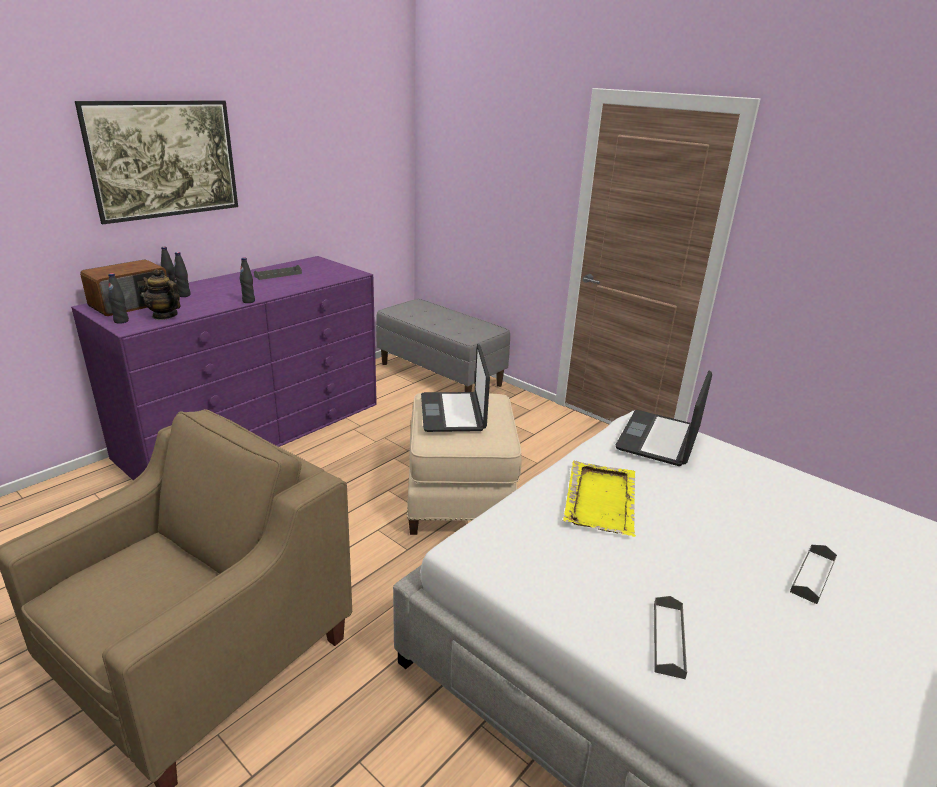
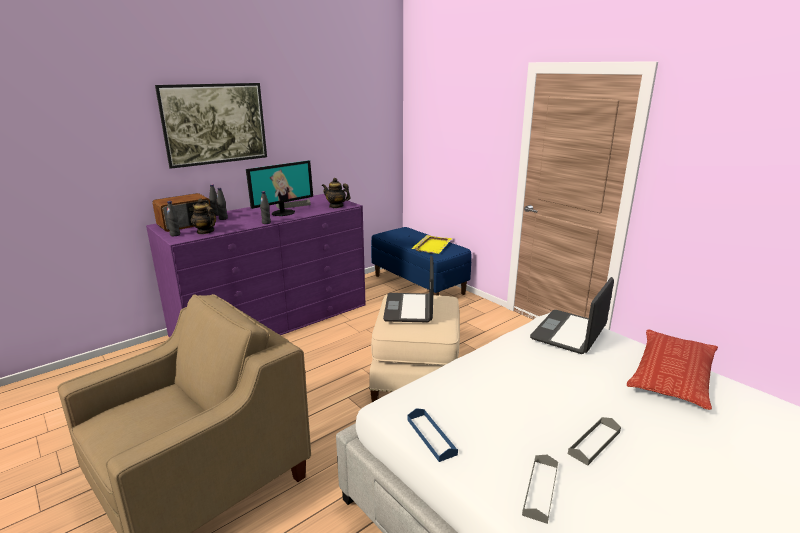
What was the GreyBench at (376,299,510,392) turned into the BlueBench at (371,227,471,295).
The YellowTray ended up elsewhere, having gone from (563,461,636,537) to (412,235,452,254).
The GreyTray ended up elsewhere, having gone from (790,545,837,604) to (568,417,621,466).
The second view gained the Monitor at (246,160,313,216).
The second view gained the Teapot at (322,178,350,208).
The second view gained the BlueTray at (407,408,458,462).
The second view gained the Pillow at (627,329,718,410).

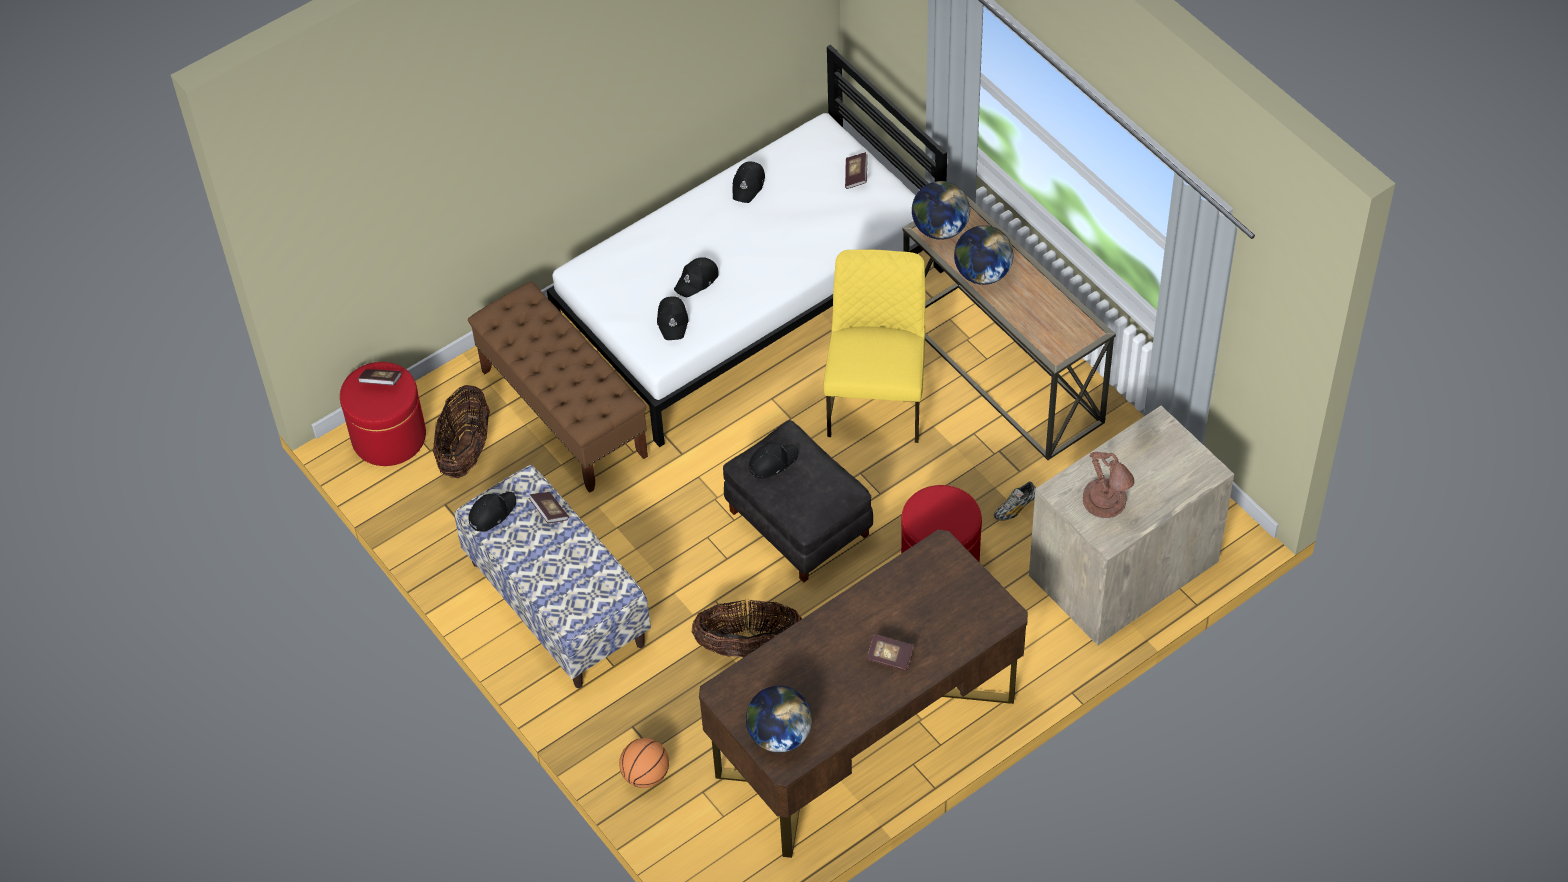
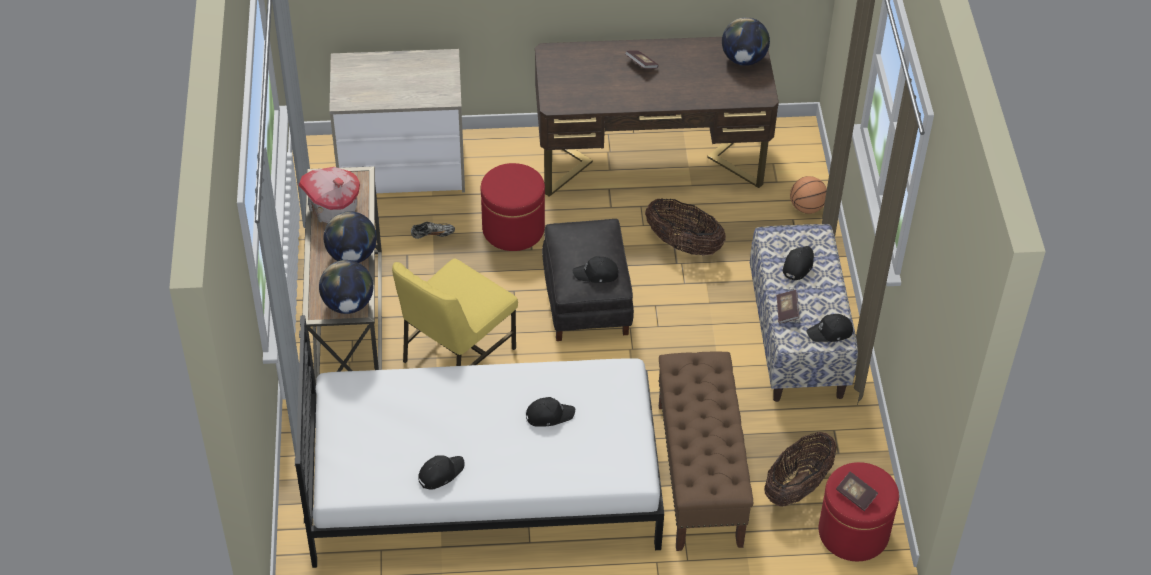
The BlackCap ended up elsewhere, having gone from (657,296,688,340) to (783,246,814,281).
The second view lost the Book at (845,152,868,189).
The second view lost the BrownTableLamp at (1083,452,1134,518).
The second view gained the ToyHouse at (298,167,360,224).

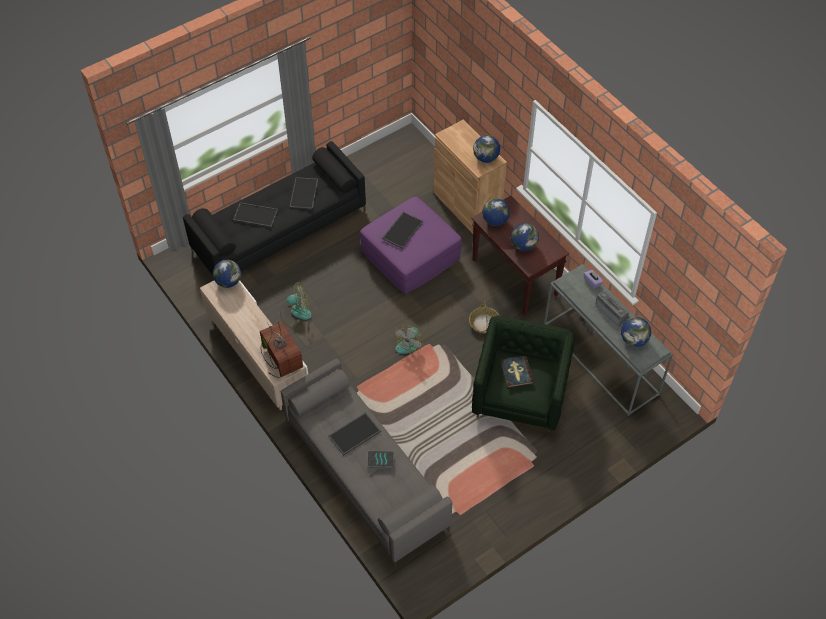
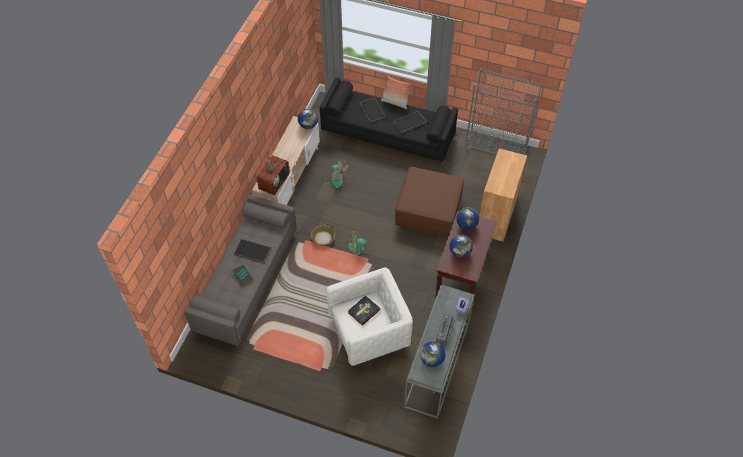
What was the PurpleOttoman at (360,196,462,294) turned into the BrownOttoman at (395,167,464,237).
The second view lost the Tray at (382,212,423,248).
The Basket ended up elsewhere, having gone from (469,301,500,333) to (311,223,335,246).
What was the GreenArmchair at (472,316,575,433) turned into the WhiteArmchair at (326,267,413,367).
The second view lost the Globe at (473,135,500,163).
The second view gained the Pillow at (381,75,412,109).
The second view gained the GreyBookcase at (465,69,542,155).

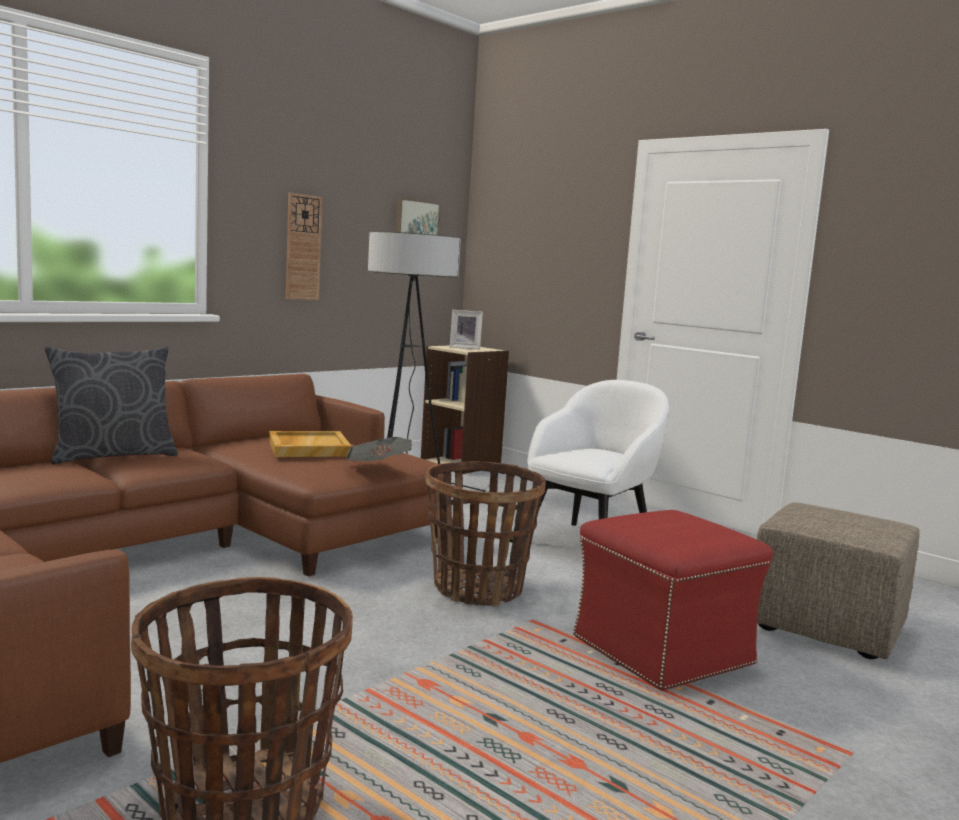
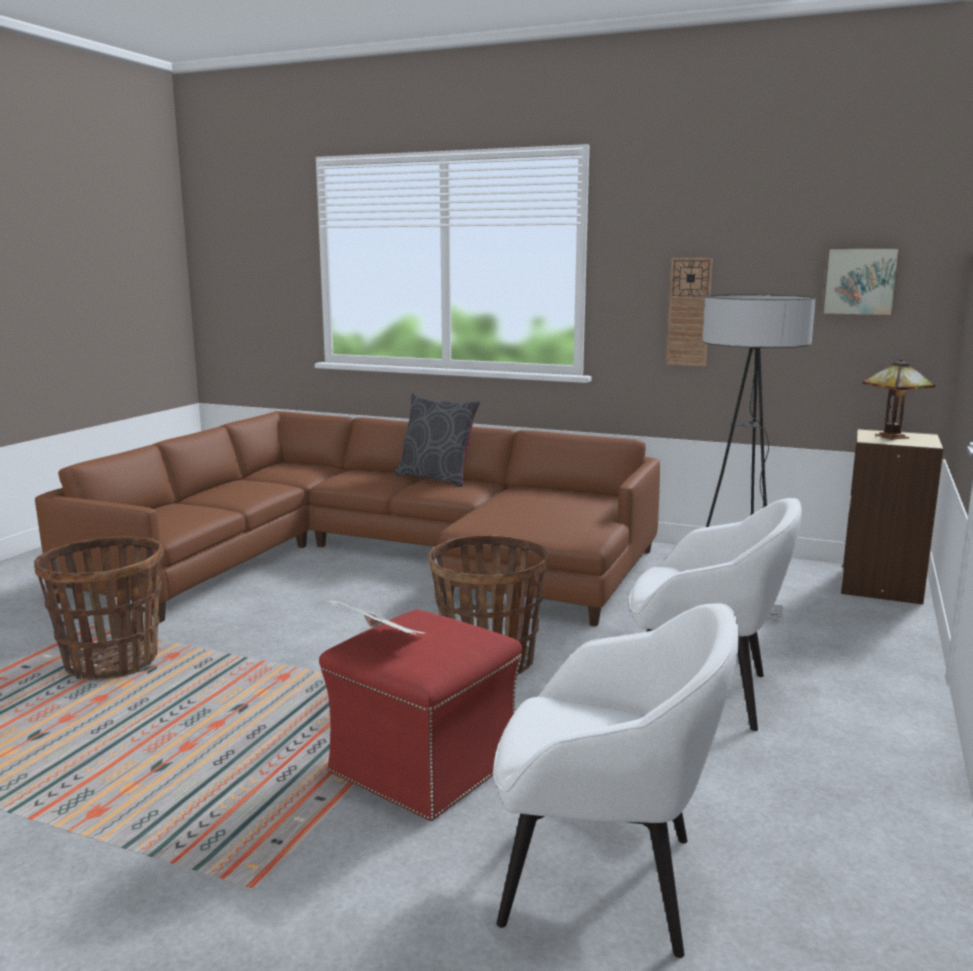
The second view lost the BeigeTray at (269,431,351,457).
The Newspaper ended up elsewhere, having gone from (346,437,412,461) to (326,601,425,635).
Where the PictureFrame stood at (450,310,483,350), the TableLamp came to stand at (863,359,936,440).
Where the BeigeOttoman stood at (757,502,920,659), the WhiteArmchair came to stand at (493,603,739,958).

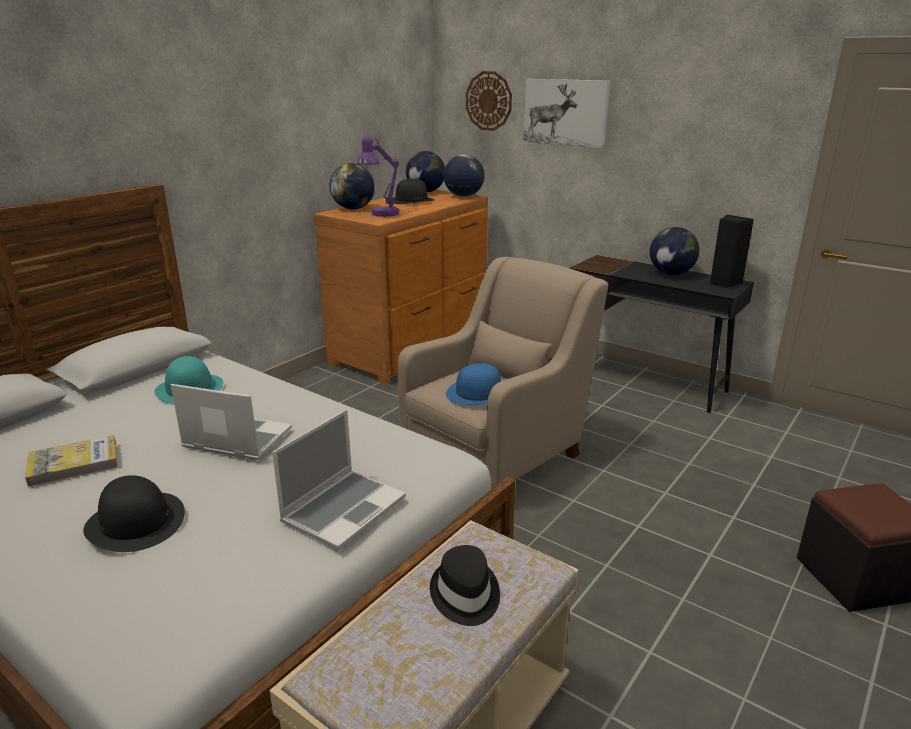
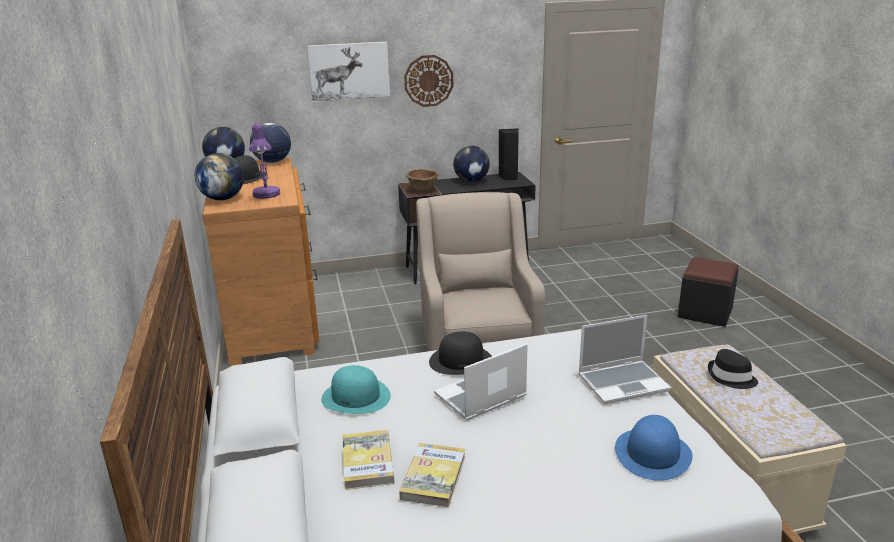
The BlackHat ended up elsewhere, having gone from (83,475,185,552) to (429,332,492,375).
The Laptop at (272,409,406,550) ended up facing another way, 90 degrees clockwise from before.
The BlueHat ended up elsewhere, having gone from (446,363,501,406) to (615,415,693,481).
The WallClock ended up elsewhere, having gone from (466,71,512,131) to (404,55,454,107).
The second view gained the Book at (343,430,395,490).
The second view gained the BrownBowl at (406,169,439,193).

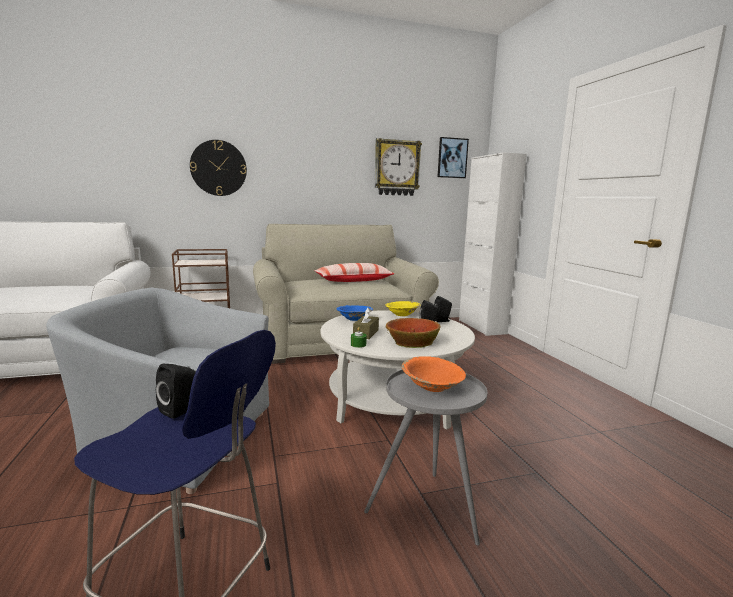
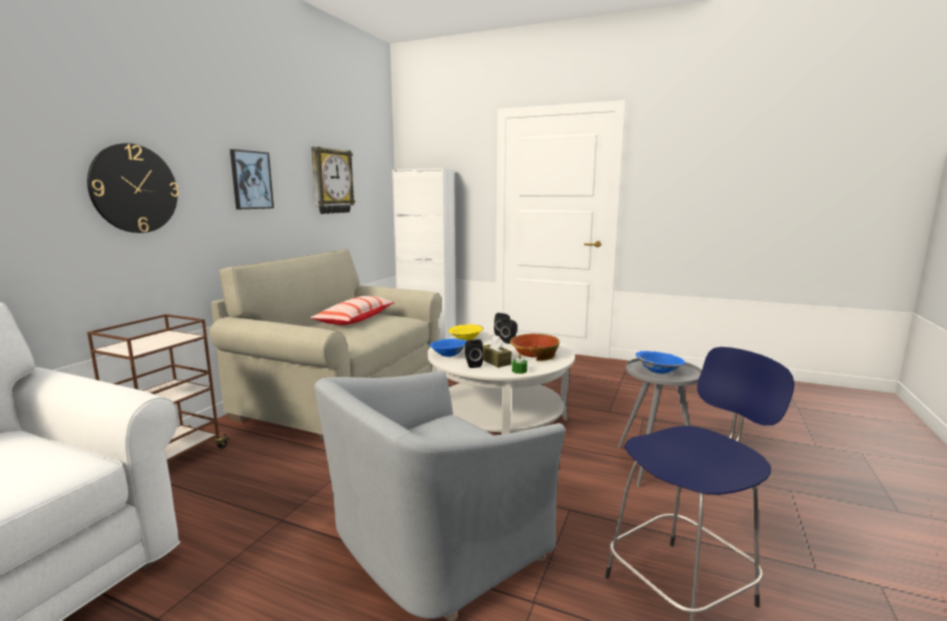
The BlackSpeaker ended up elsewhere, having gone from (156,364,196,419) to (465,339,483,368).
What was the OrangeBowl at (402,356,466,392) turned into the BlueBowl at (635,351,685,374).
The Picture ended up elsewhere, having gone from (438,137,469,178) to (230,149,274,209).

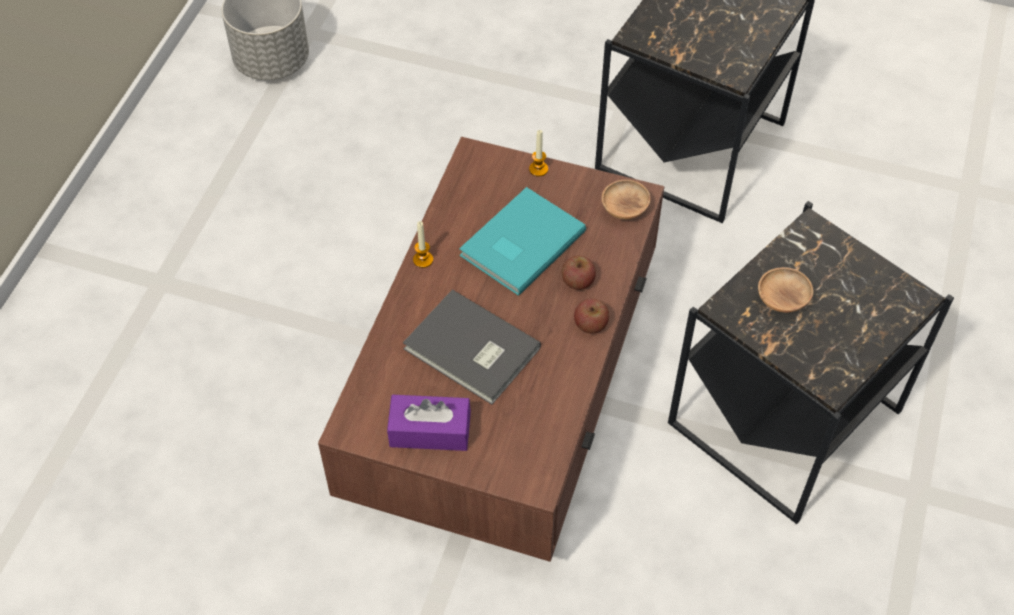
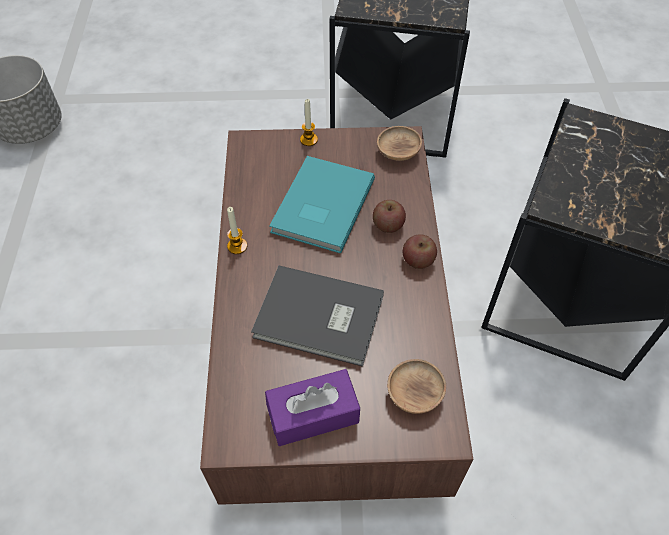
The BrownBowl ended up elsewhere, having gone from (758,267,813,313) to (387,359,446,414).

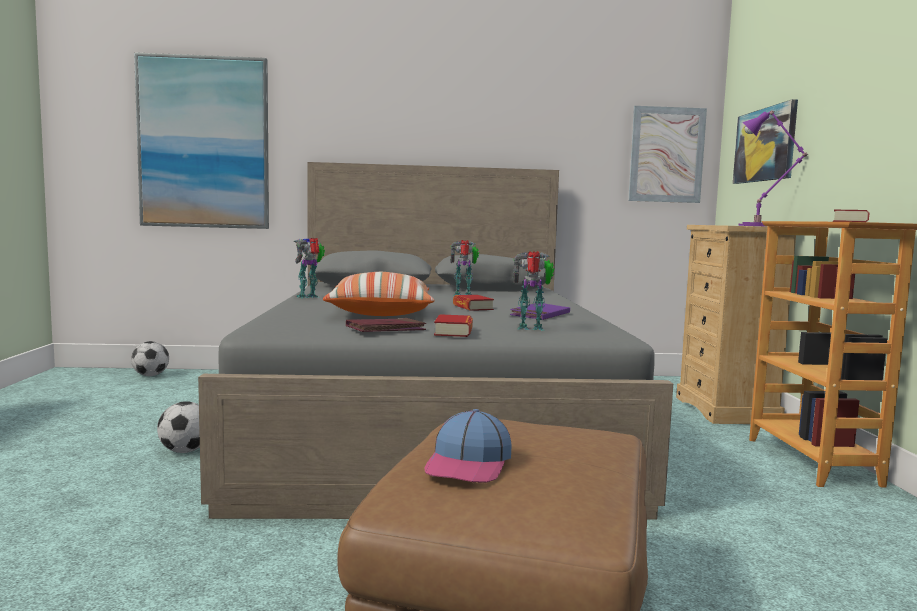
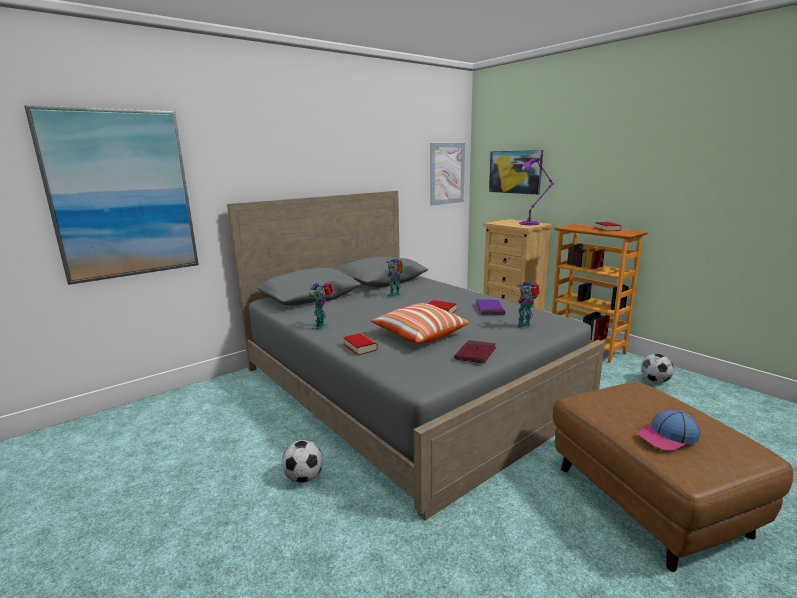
The Football ended up elsewhere, having gone from (131,341,169,376) to (641,354,674,383).
The Cap at (424,409,512,483) ended up facing another way, 90 degrees clockwise from before.
The Book ended up elsewhere, having gone from (434,314,473,337) to (343,333,378,355).

